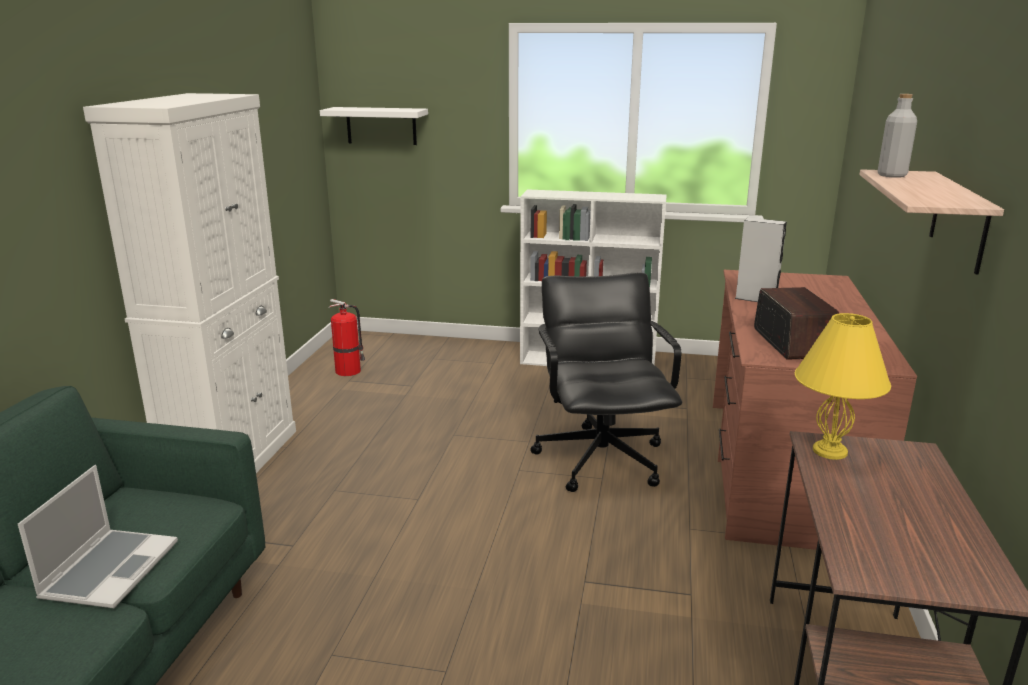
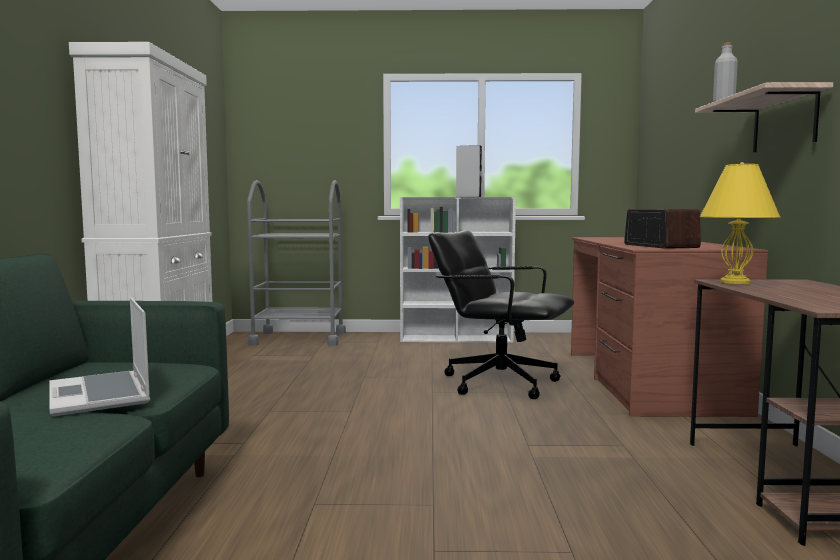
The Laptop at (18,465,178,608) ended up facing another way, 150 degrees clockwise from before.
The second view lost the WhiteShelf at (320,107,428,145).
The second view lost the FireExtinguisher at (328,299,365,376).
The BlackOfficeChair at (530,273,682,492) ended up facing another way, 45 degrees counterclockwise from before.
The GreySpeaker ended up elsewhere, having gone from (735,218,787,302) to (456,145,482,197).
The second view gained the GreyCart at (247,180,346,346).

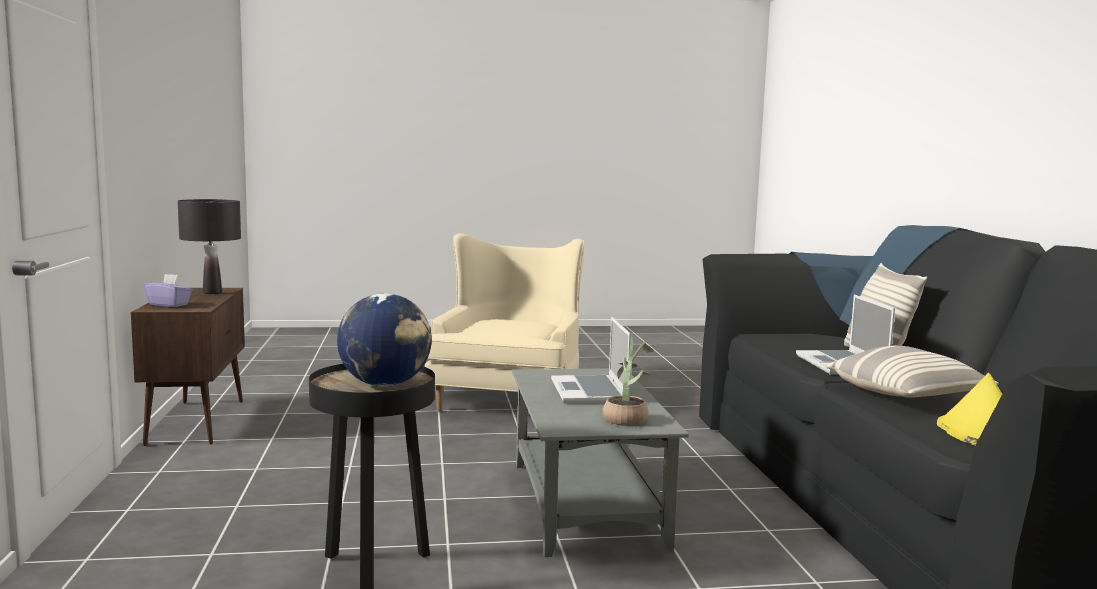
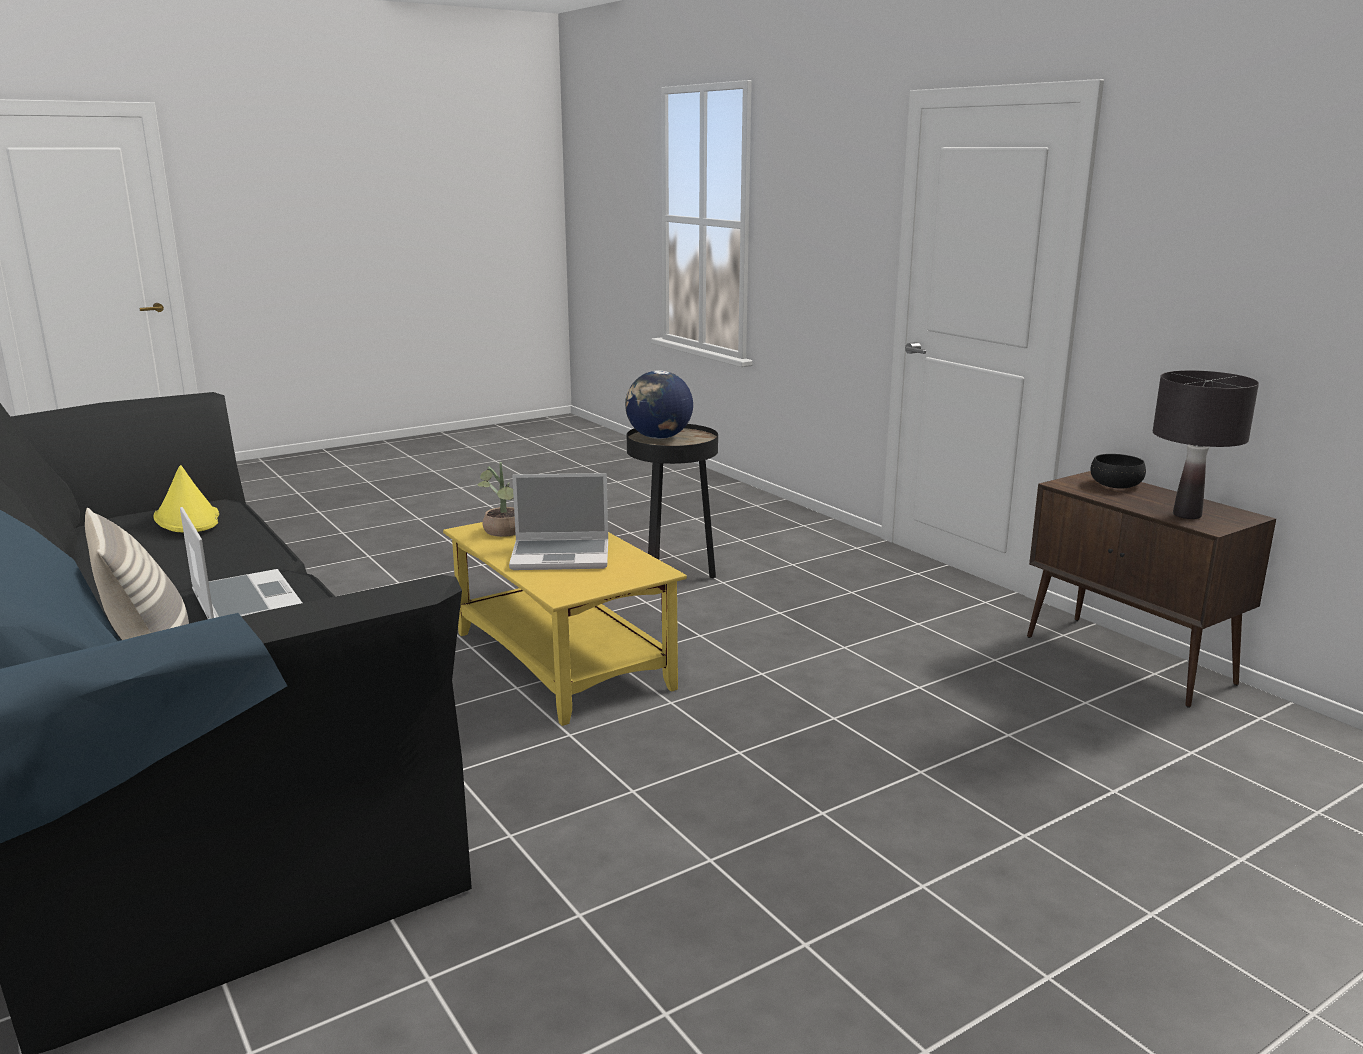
Where the PurpleTissueBox stood at (144,274,192,307), the BlackBowl came to stand at (1090,454,1146,489).
The second view lost the BeigeArmchair at (425,233,584,411).
What was the GreyCoffeeTable at (512,368,689,557) turned into the YellowCoffeeTable at (443,522,687,726).
The Laptop at (551,317,631,404) ended up facing another way, 120 degrees clockwise from before.
The second view lost the Pillow at (826,346,999,398).

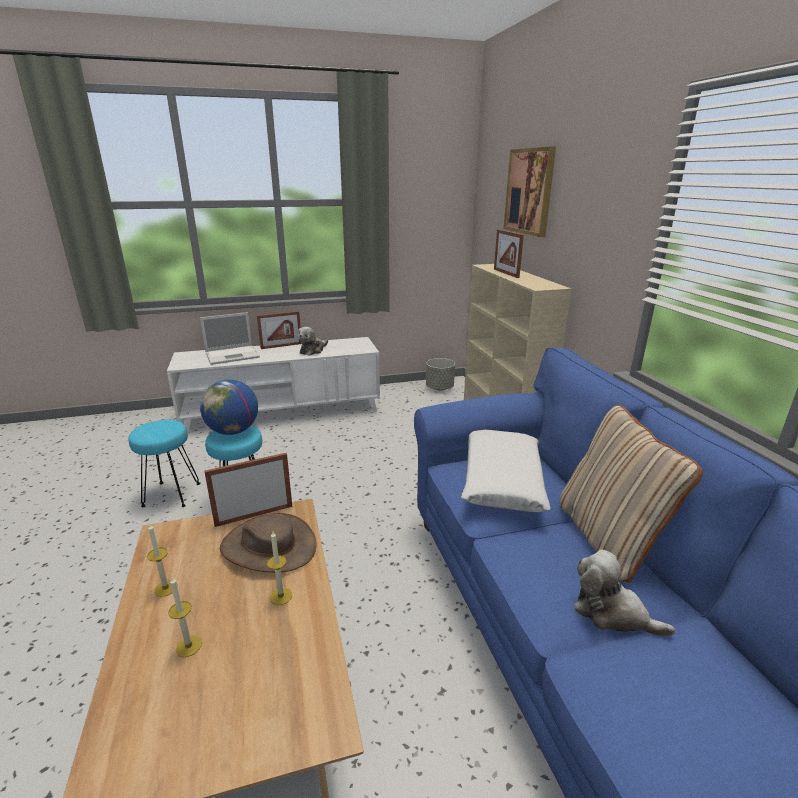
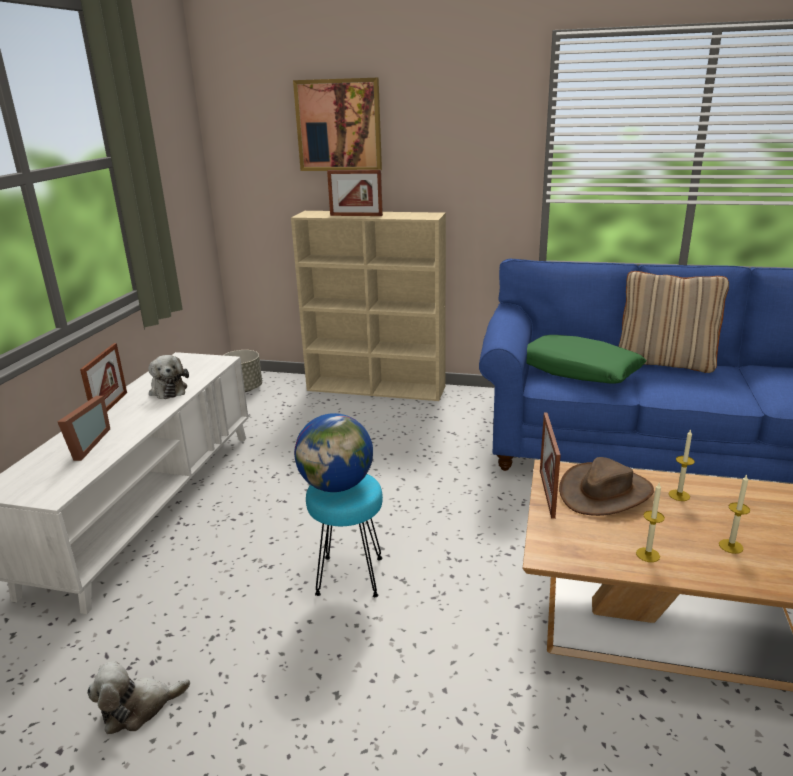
The second view lost the TurquoiseStool at (128,420,200,507).
Where the Laptop stood at (200,312,260,365), the PictureFrame came to stand at (57,396,110,461).
What was the WhitePillow at (461,430,551,512) turned into the GreenPillow at (527,335,647,384).
The PlushToy ended up elsewhere, having gone from (574,550,675,637) to (87,661,190,734).

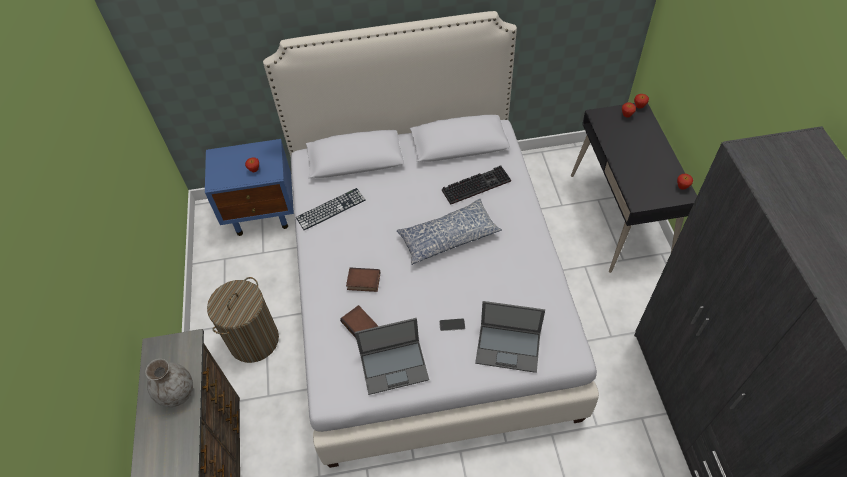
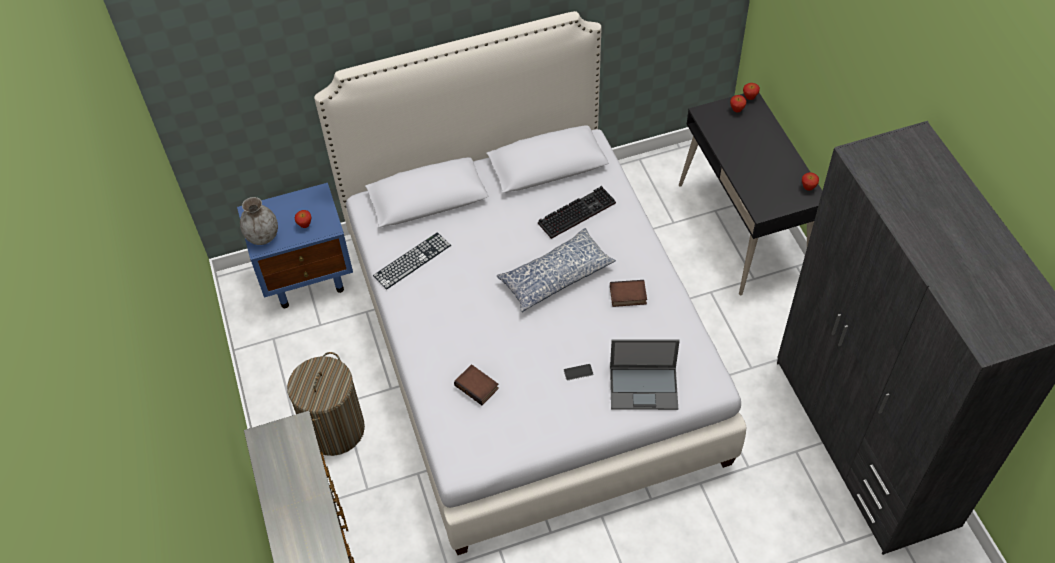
The GreyVase ended up elsewhere, having gone from (145,359,193,407) to (240,197,278,245).
The Book ended up elsewhere, having gone from (346,268,380,292) to (610,280,647,307).
The second view lost the Laptop at (355,318,429,395).

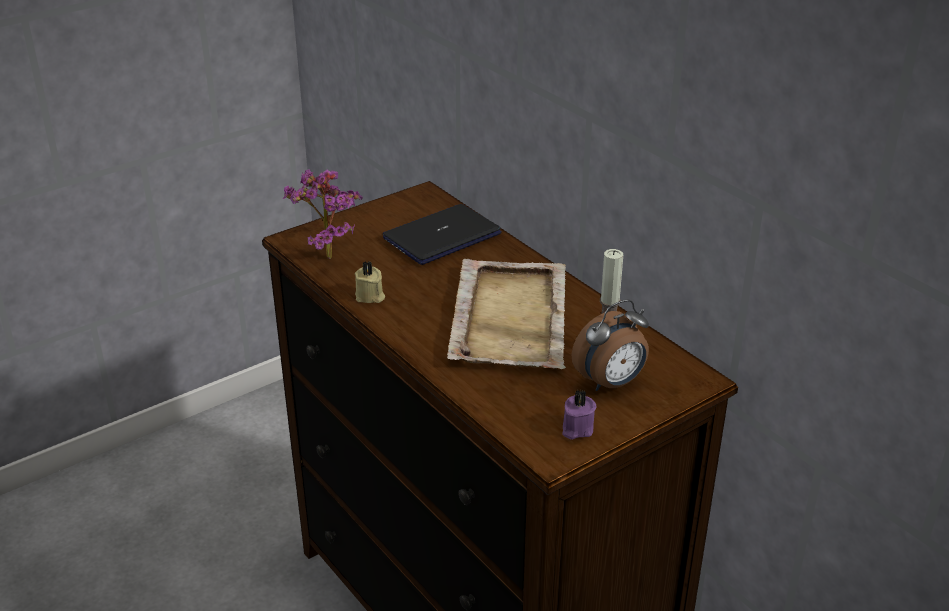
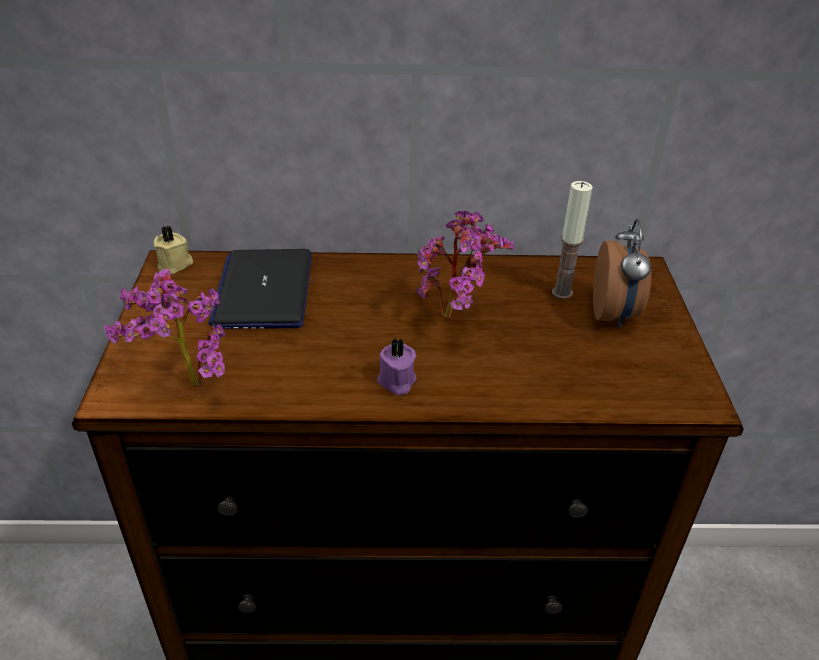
The BeigeCandle ended up elsewhere, having gone from (355,261,385,303) to (154,225,193,274).
Where the BeigeTray stood at (447,259,566,369), the PottedPlant came to stand at (417,210,514,318).
The PurpleCandle ended up elsewhere, having gone from (562,390,597,440) to (377,338,417,395).

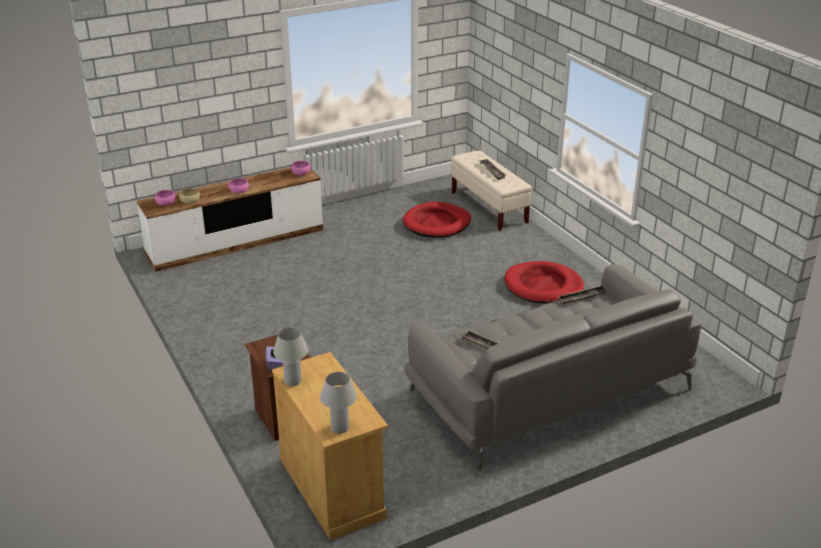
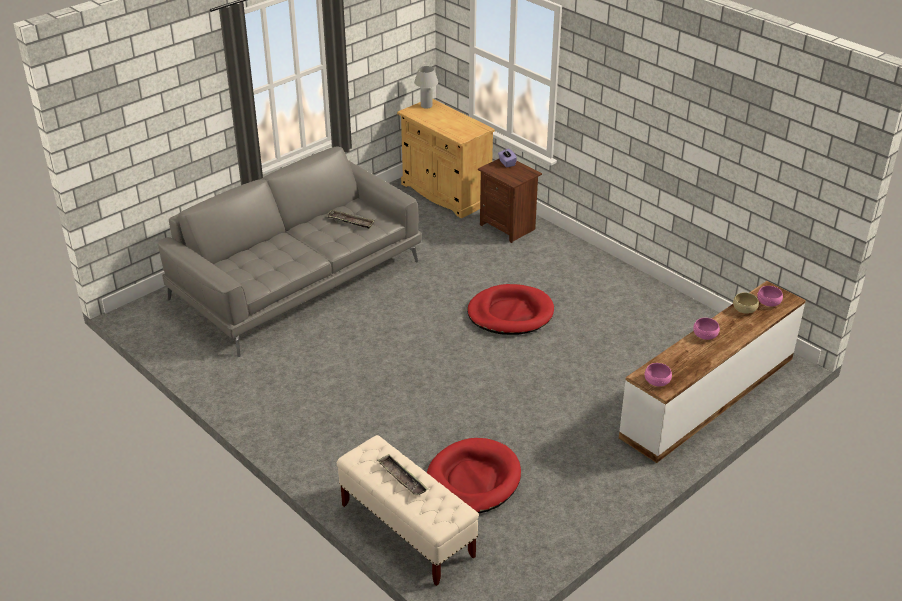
The second view lost the WhiteTableLamp at (273,328,308,386).
The RedDogBed ended up elsewhere, having gone from (504,261,584,304) to (467,284,554,335).
The second view lost the Tray at (557,286,608,304).

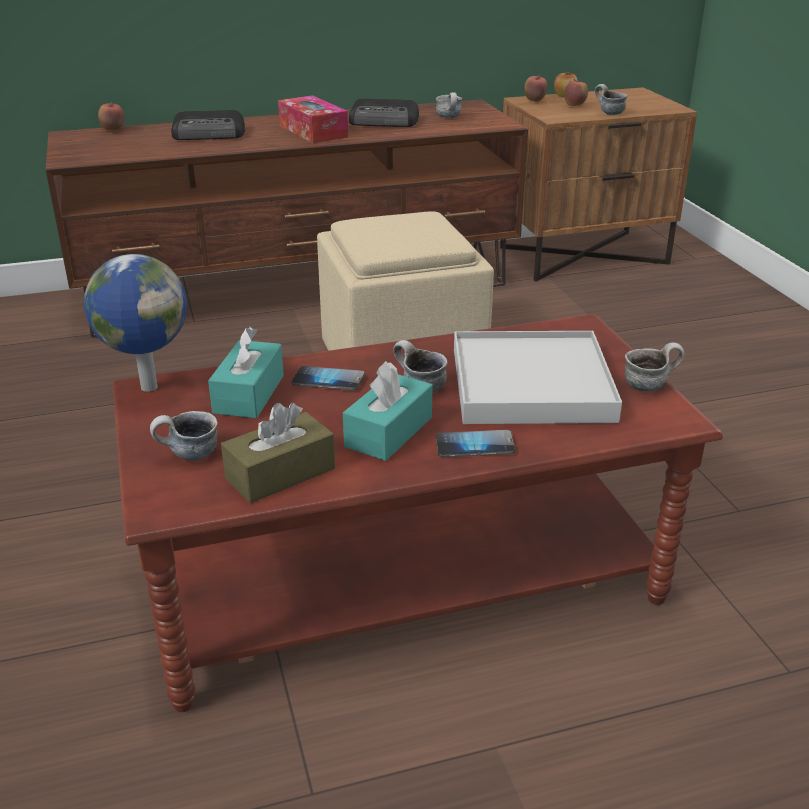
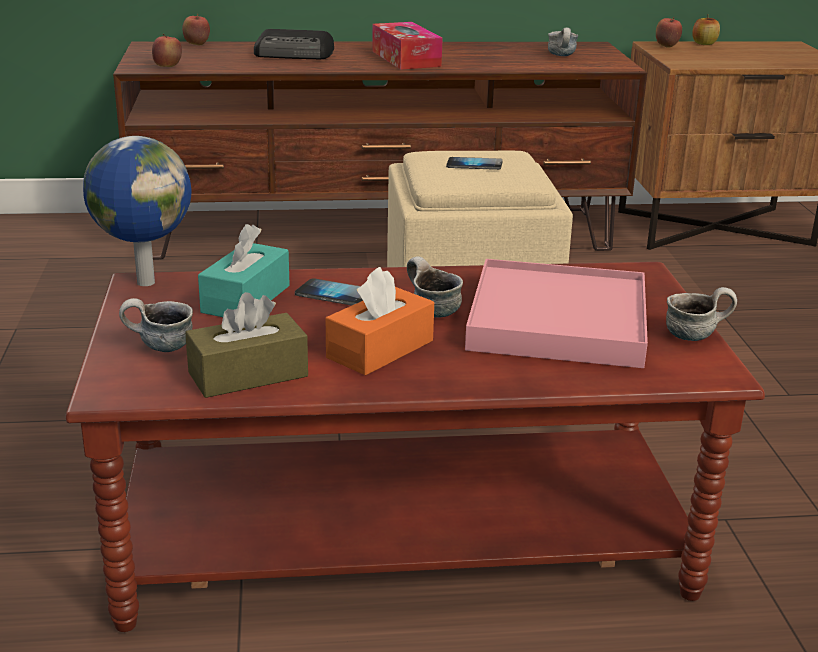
What was the TurquoiseTissueBox at (343,361,433,461) turned into the OrangeTissueBox at (326,267,434,376).
The second view lost the Radio at (349,98,419,127).
The Phone ended up elsewhere, having gone from (436,430,515,457) to (446,157,503,170).
What was the WhiteTray at (454,331,622,424) turned into the PinkTray at (465,259,648,368).
The Apple ended up elsewhere, having gone from (565,79,588,106) to (152,33,182,67).
The second view lost the Mug at (595,84,627,115).

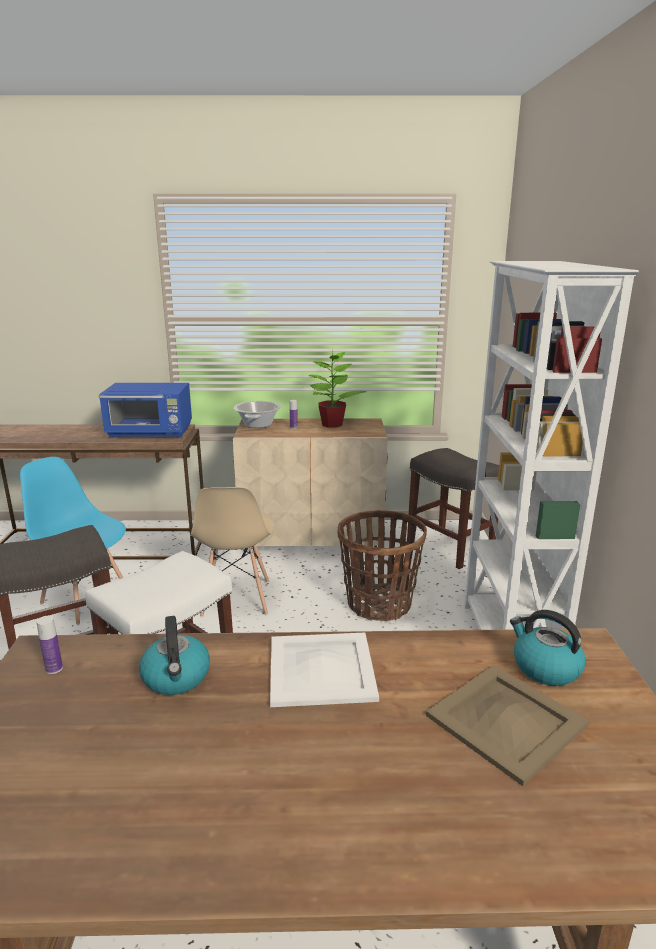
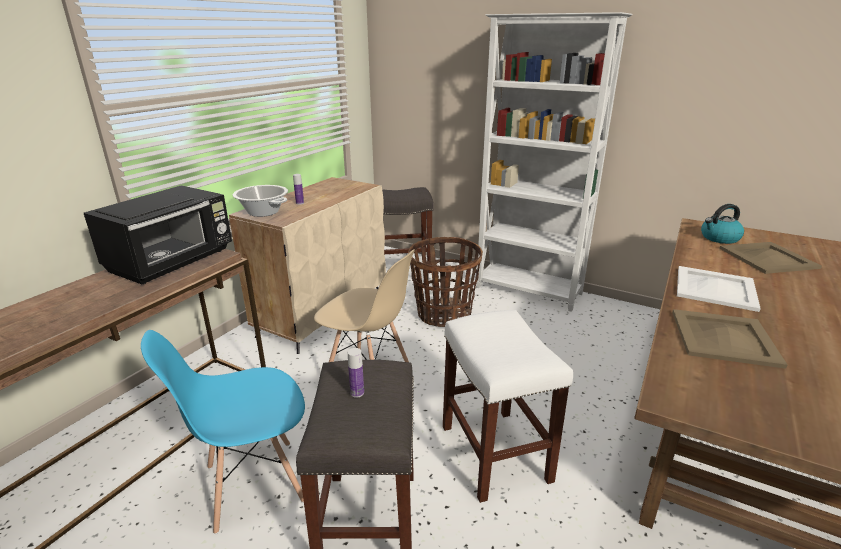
The Bottle ended up elsewhere, having gone from (36,616,63,674) to (348,348,364,398).
What was the BlueMicrowave at (99,383,192,438) turned into the BlackMicrowave at (84,185,232,285).
Where the Kettle stood at (139,616,210,695), the BeigeTray came to stand at (672,309,787,369).
The second view lost the PottedPlant at (308,349,367,428).

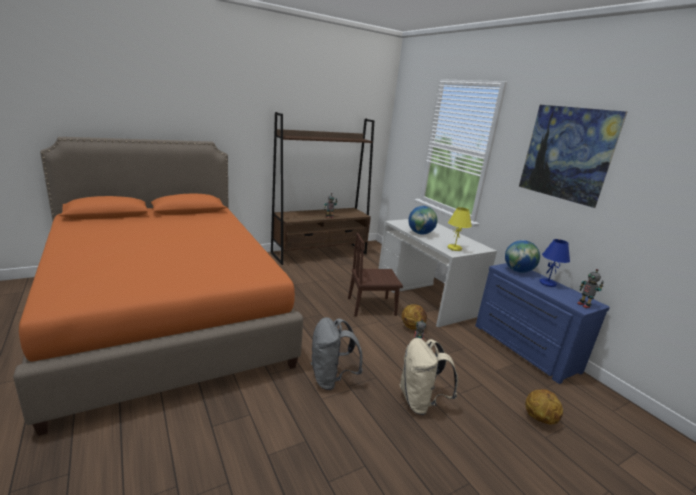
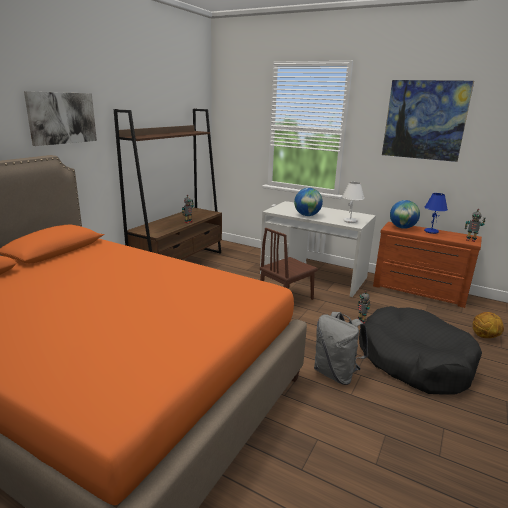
Where the BeigeBackpack stood at (400,338,458,415), the BlackDogBed came to stand at (359,306,482,395).
The second view lost the Basketball at (402,304,427,330).
What was the YellowTableLamp at (448,207,472,251) turned into the WhiteTableLamp at (342,182,364,223).
What was the BlueDresser at (475,263,610,384) turned into the BrownDresser at (373,222,482,308).
The second view gained the Picture at (24,91,97,146).

